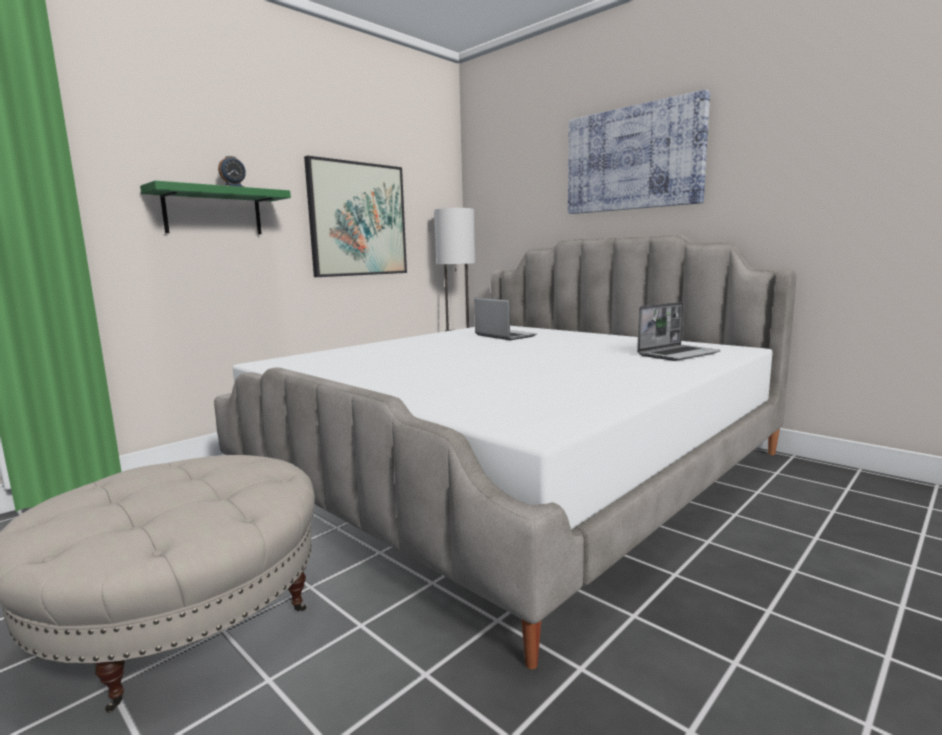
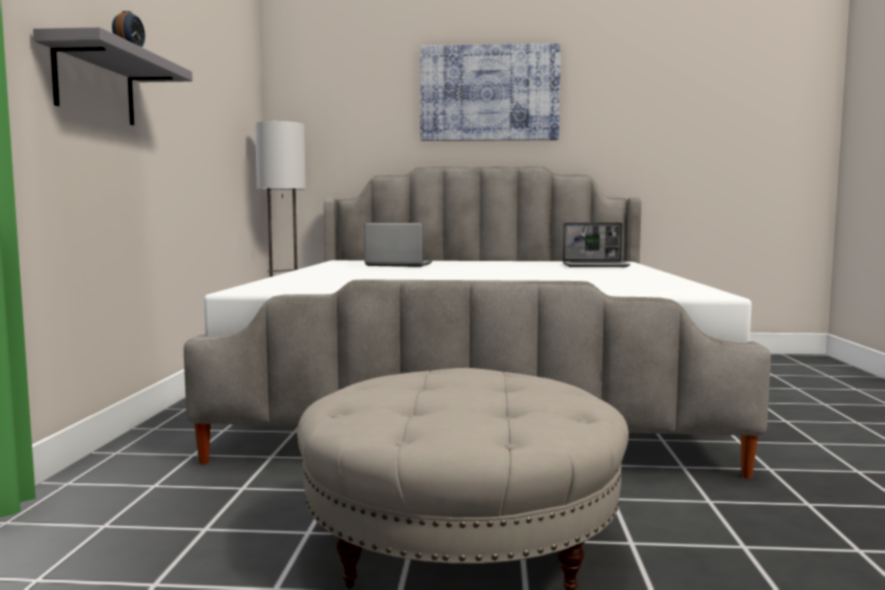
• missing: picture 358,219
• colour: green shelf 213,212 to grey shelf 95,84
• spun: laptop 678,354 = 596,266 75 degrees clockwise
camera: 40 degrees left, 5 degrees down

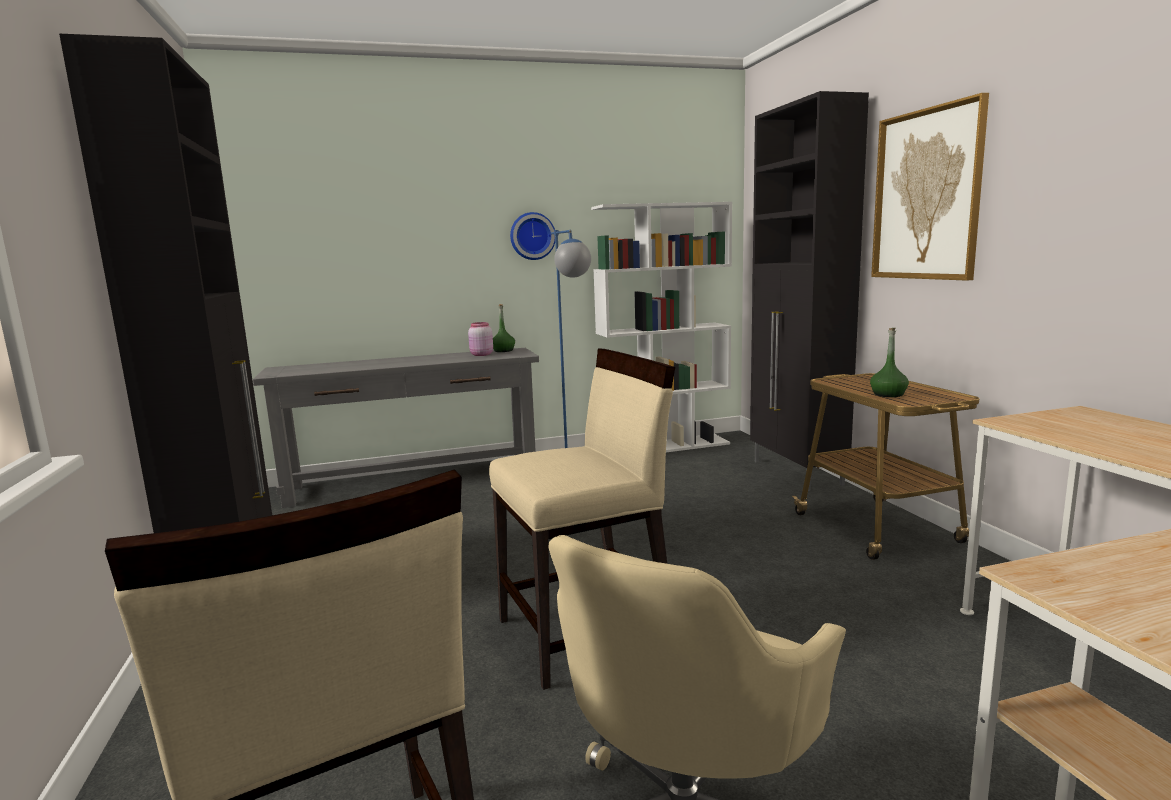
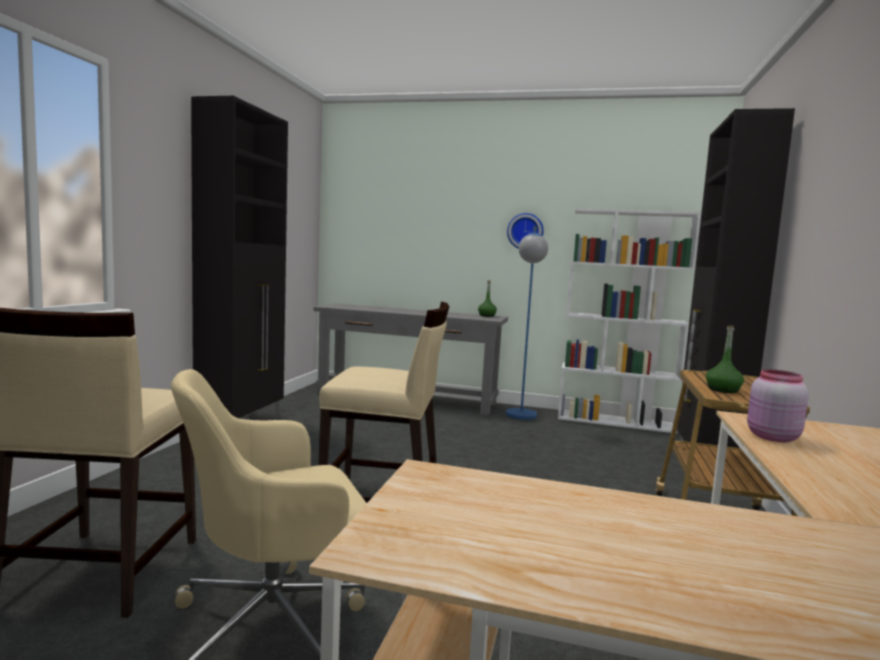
• missing: picture 926,195
• relocated: pink jar 481,355 to 771,437
camera: 30 degrees right, 5 degrees down

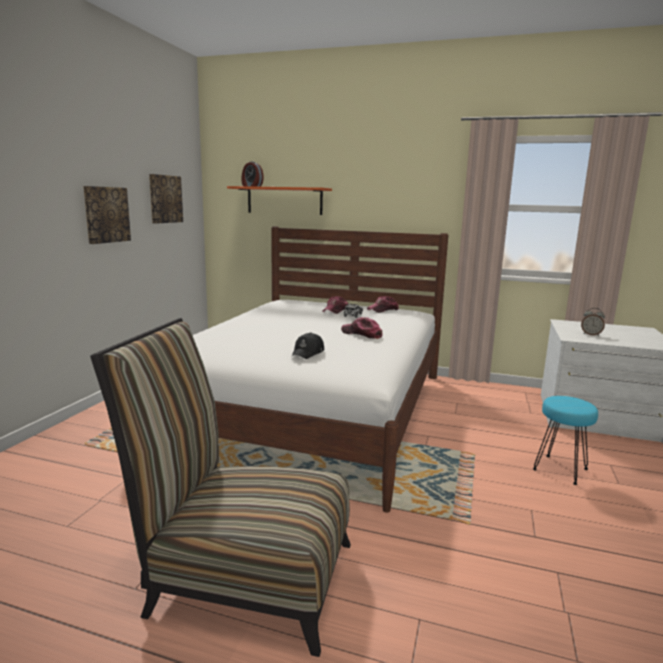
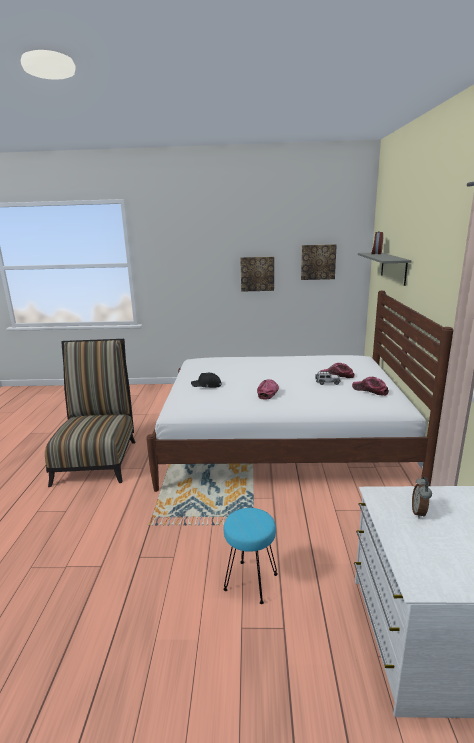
• colour: orange shelf 284,200 to grey shelf 393,268
camera: 75 degrees right, 5 degrees up

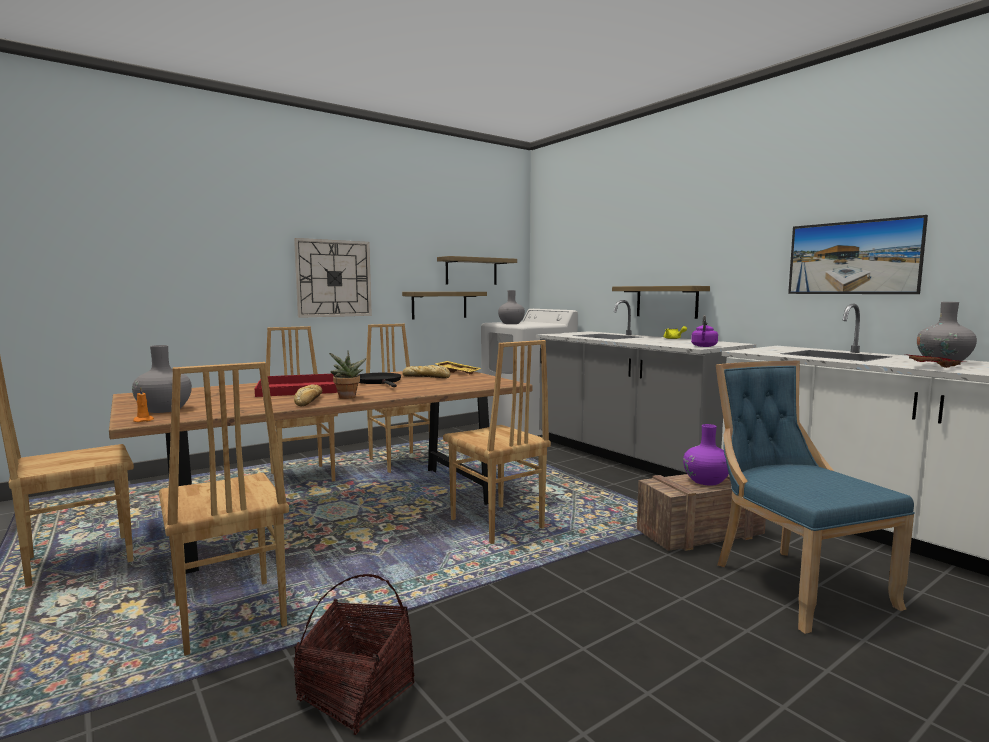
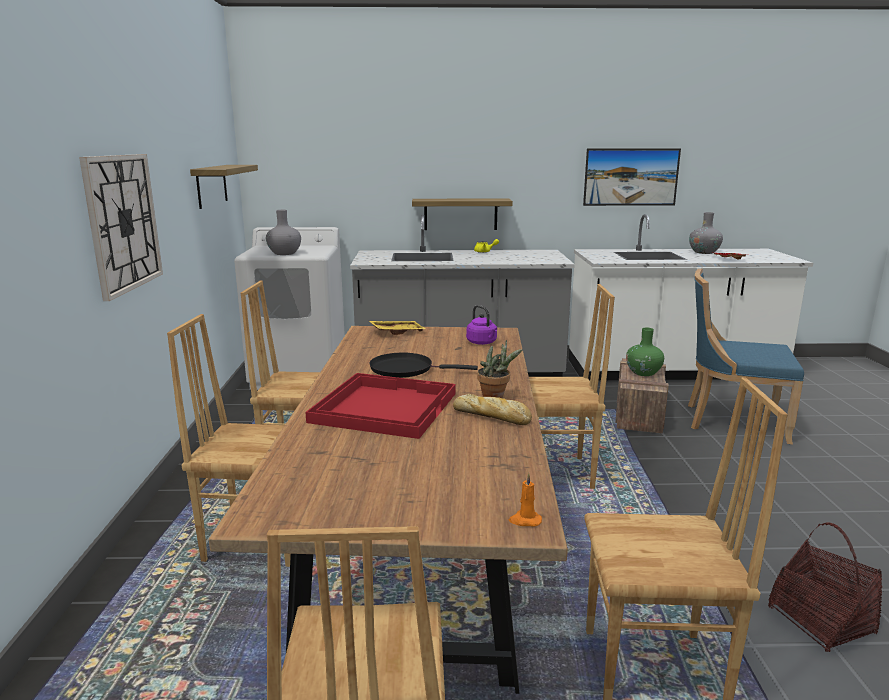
• missing: shelf 439,305
• relocated: purple kettle 704,346 to 482,343
• missing: grey vase 164,410
• missing: bread 427,377
• colour: purple vase 706,481 to green vase 643,372
camera: 55 degrees left, 10 degrees up

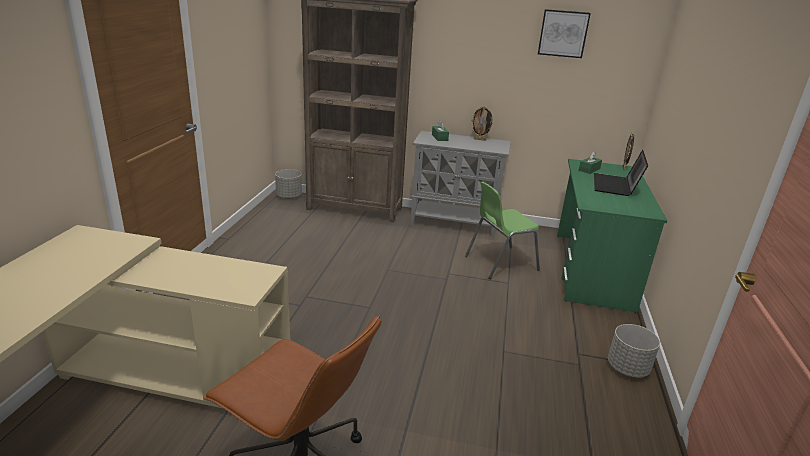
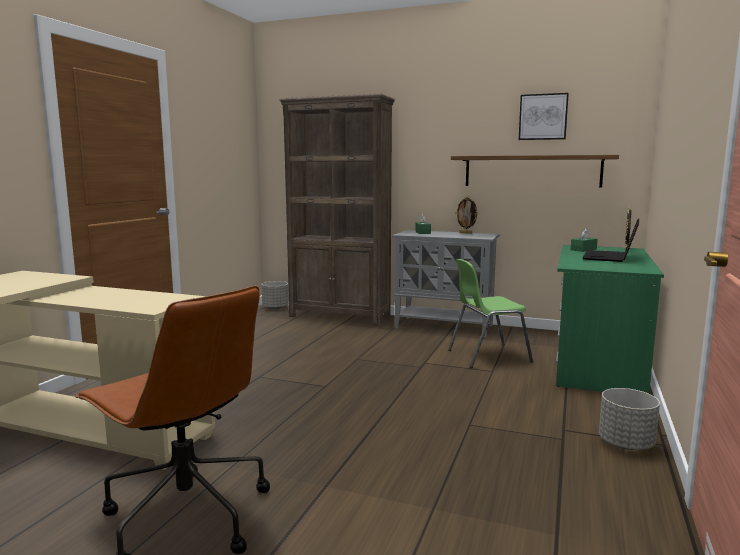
• appeared: shelf 532,171
camera: 10 degrees right, 15 degrees down

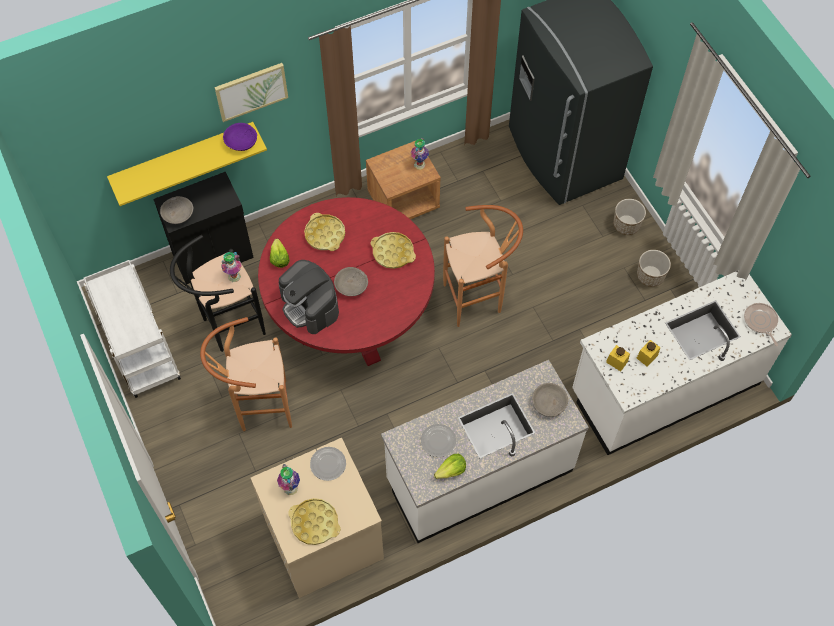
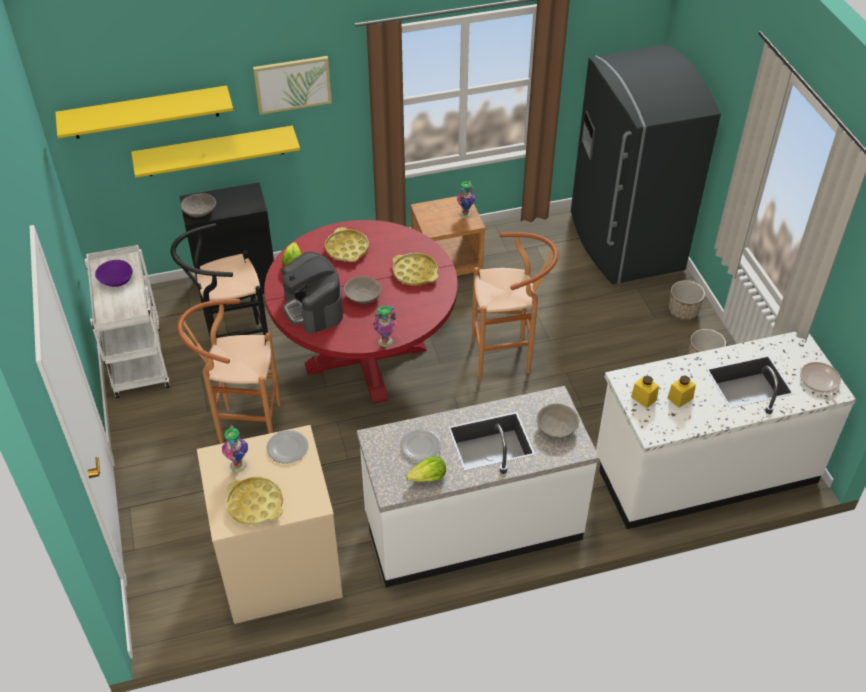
• relocated: purple bowl 241,142 to 115,279
• relocated: vase 234,276 to 385,341
• appeared: yellow shelf 145,112
camera: 10 degrees right, 15 degrees down

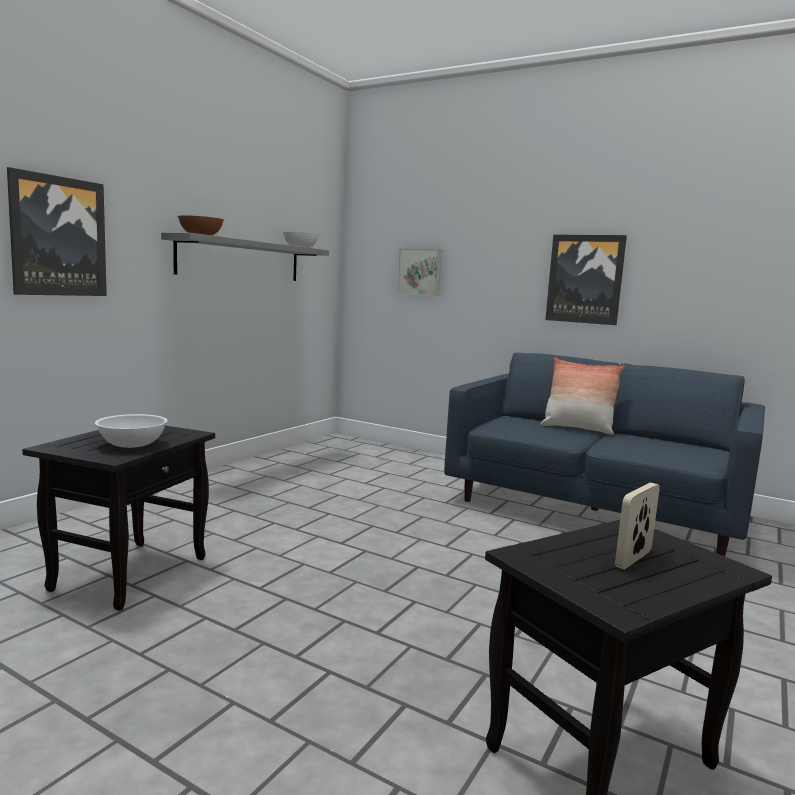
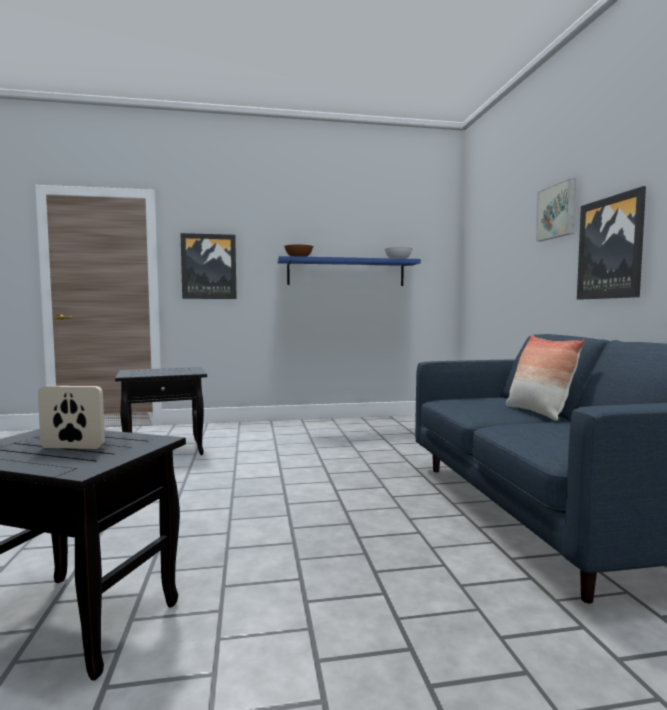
• colour: grey shelf 241,260 to blue shelf 346,272
• relocated: picture 420,272 to 557,211
• missing: white bowl 132,444
camera: 50 degrees right, 5 degrees down

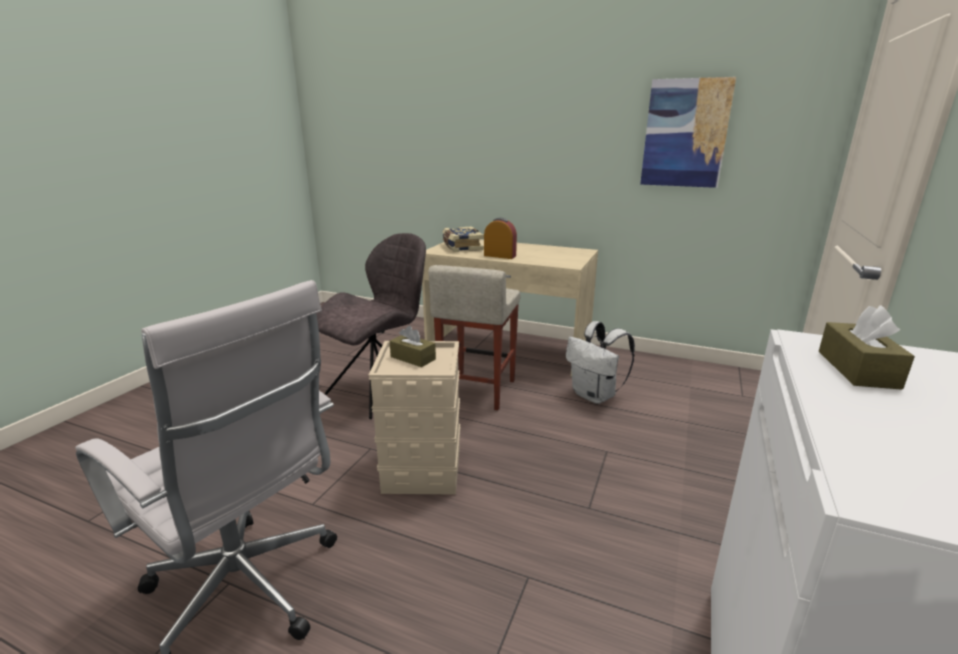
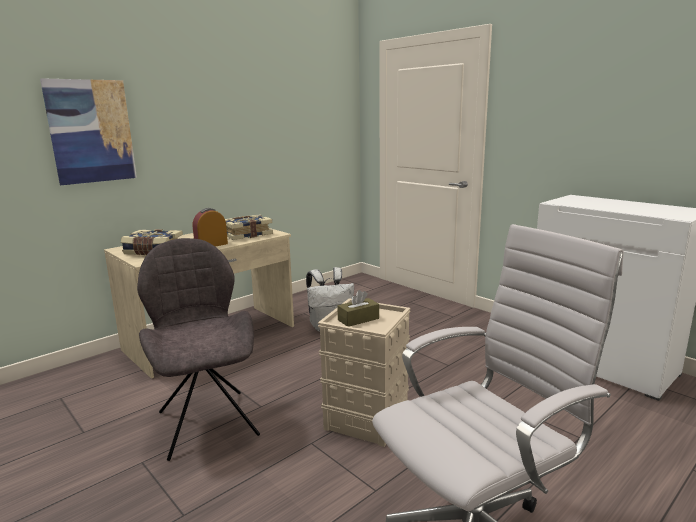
• relocated: picture 685,133 to 91,131
• missing: beige stool 477,390
• missing: brown tissue box 857,369
• appeared: book 247,234
camera: 65 degrees left, 5 degrees down

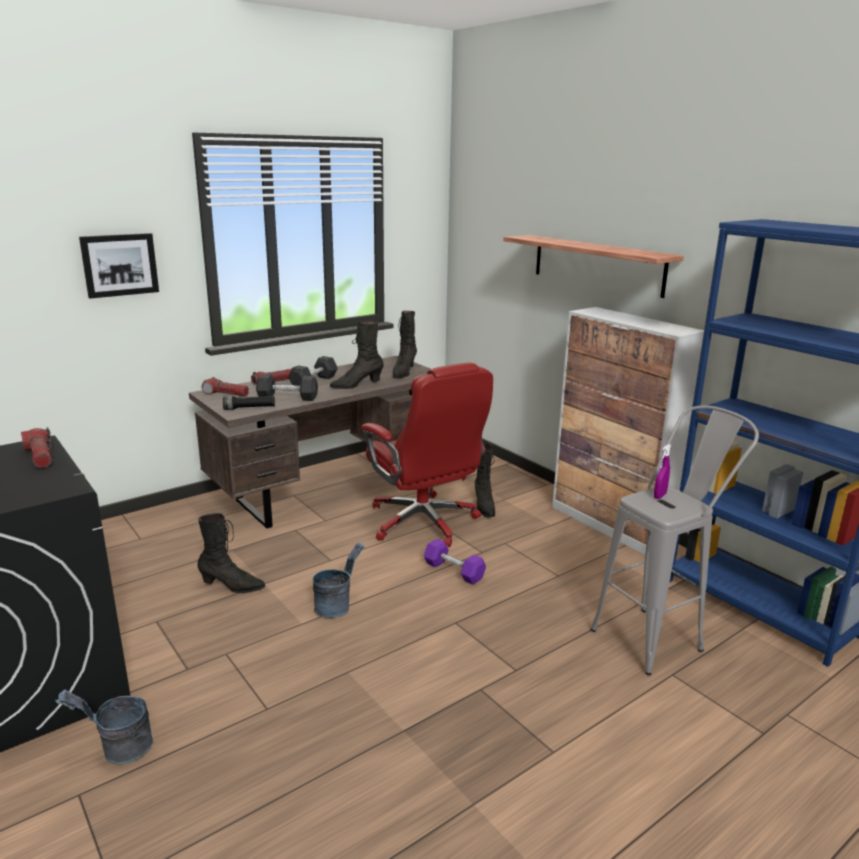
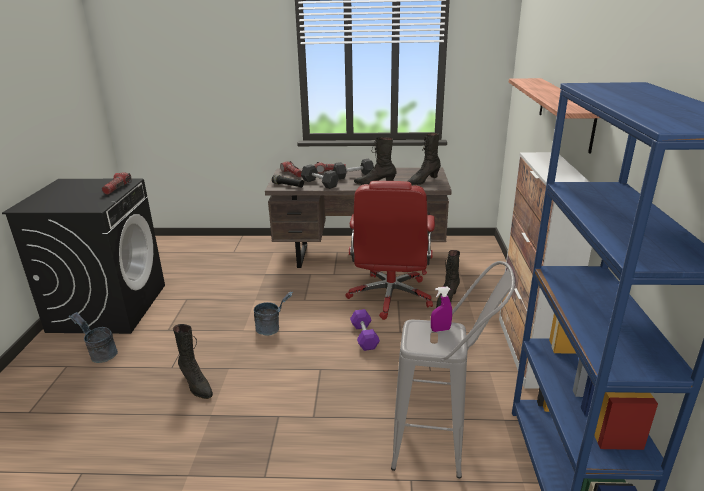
• missing: picture 119,265
• relocated: black boot 232,586 to 196,385
camera: 40 degrees right, 5 degrees up

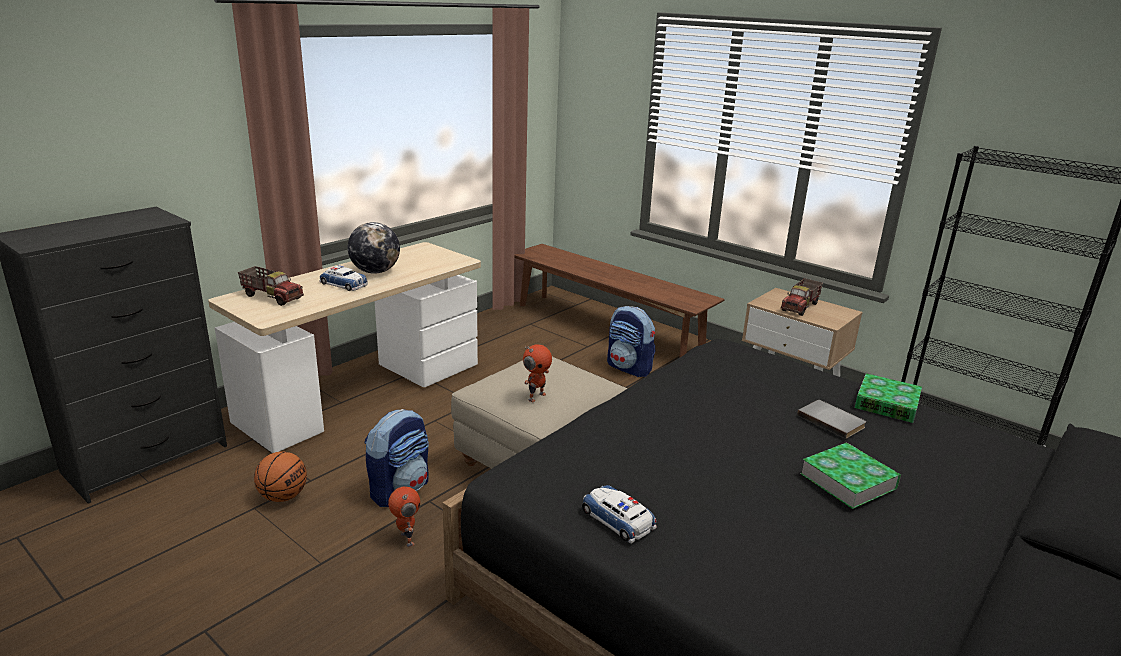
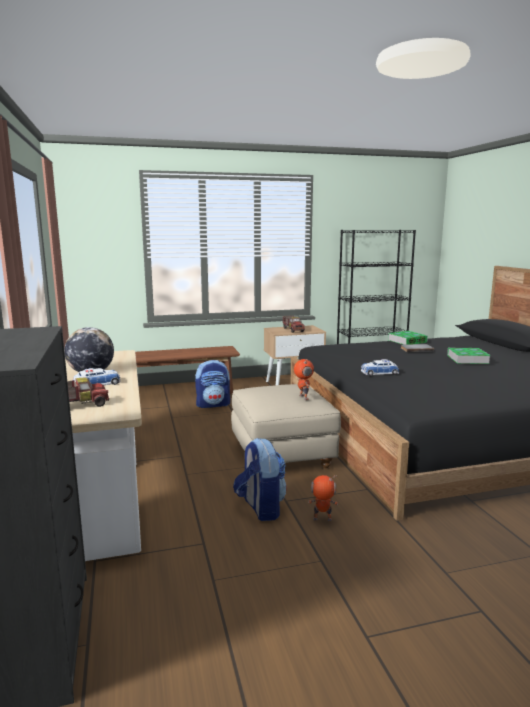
• missing: basketball 283,496
• relocated: toy car 617,519 to 379,372
camera: 55 degrees left, 10 degrees down

